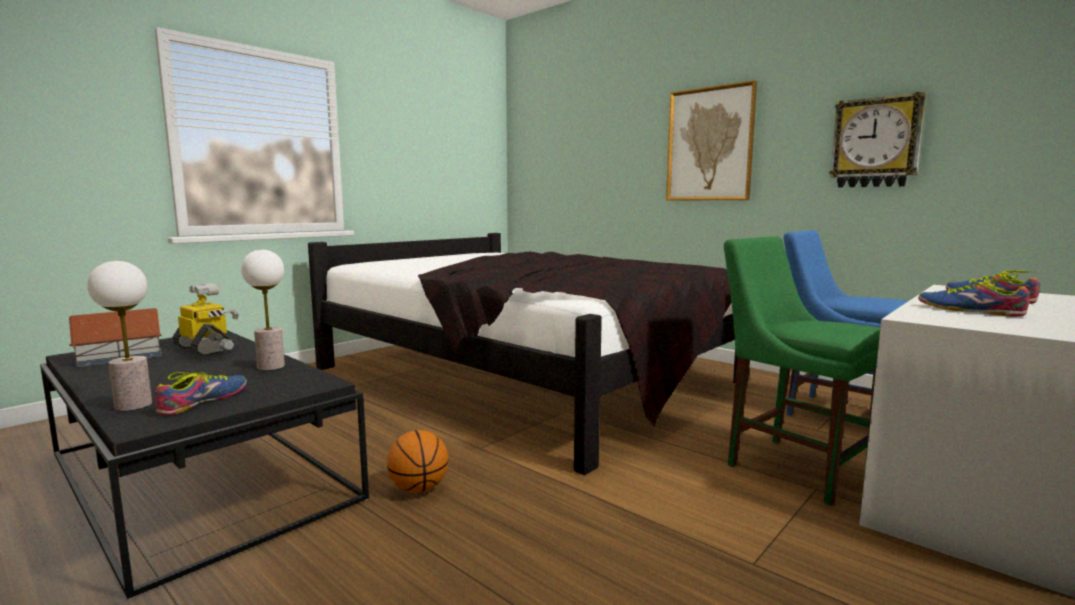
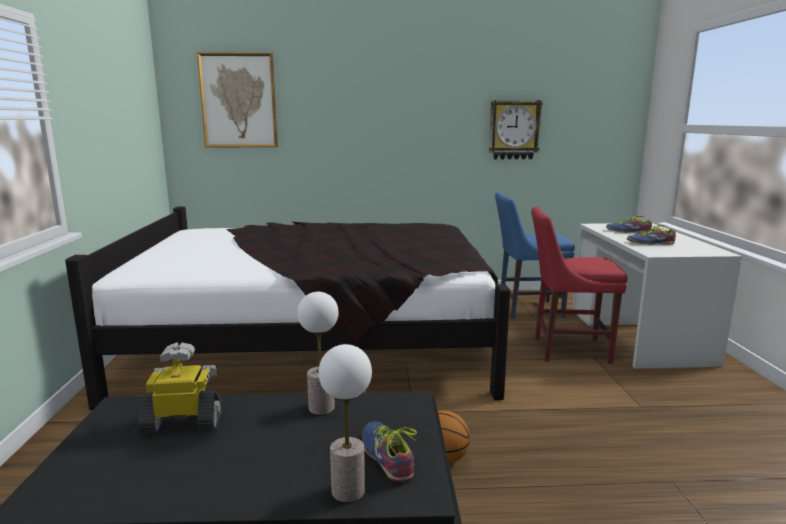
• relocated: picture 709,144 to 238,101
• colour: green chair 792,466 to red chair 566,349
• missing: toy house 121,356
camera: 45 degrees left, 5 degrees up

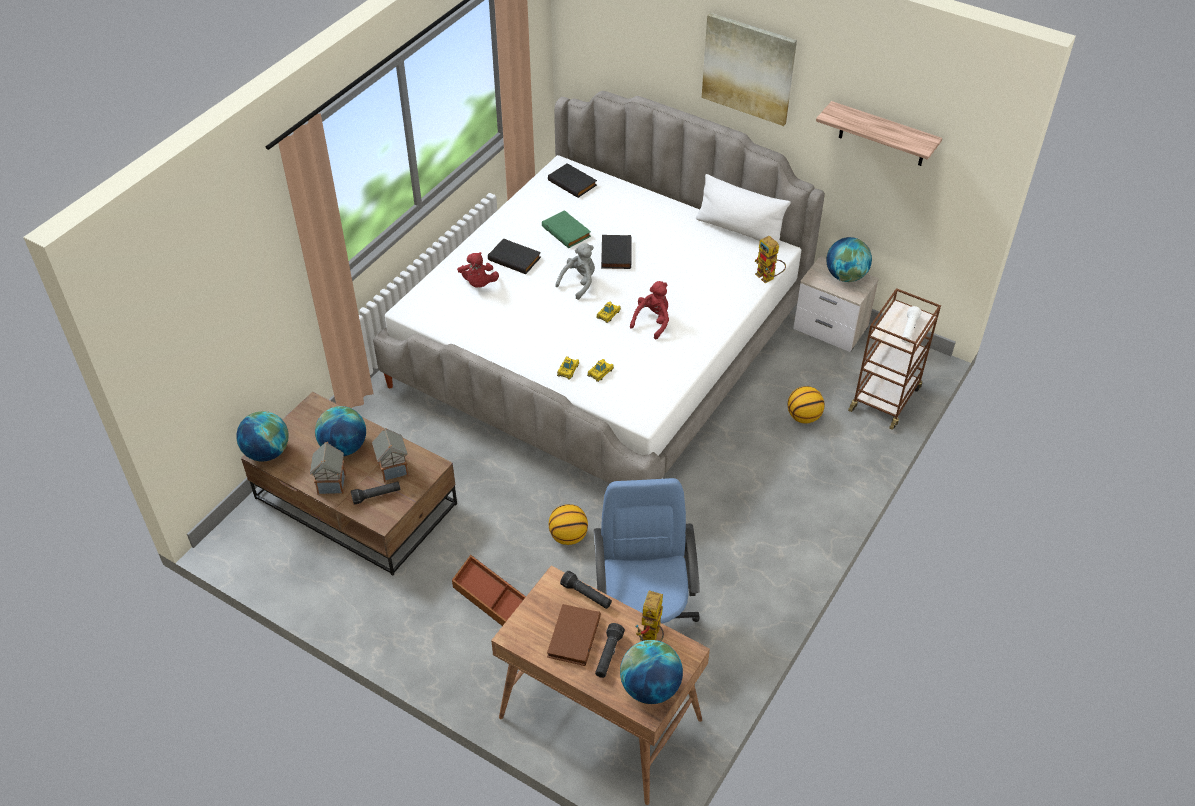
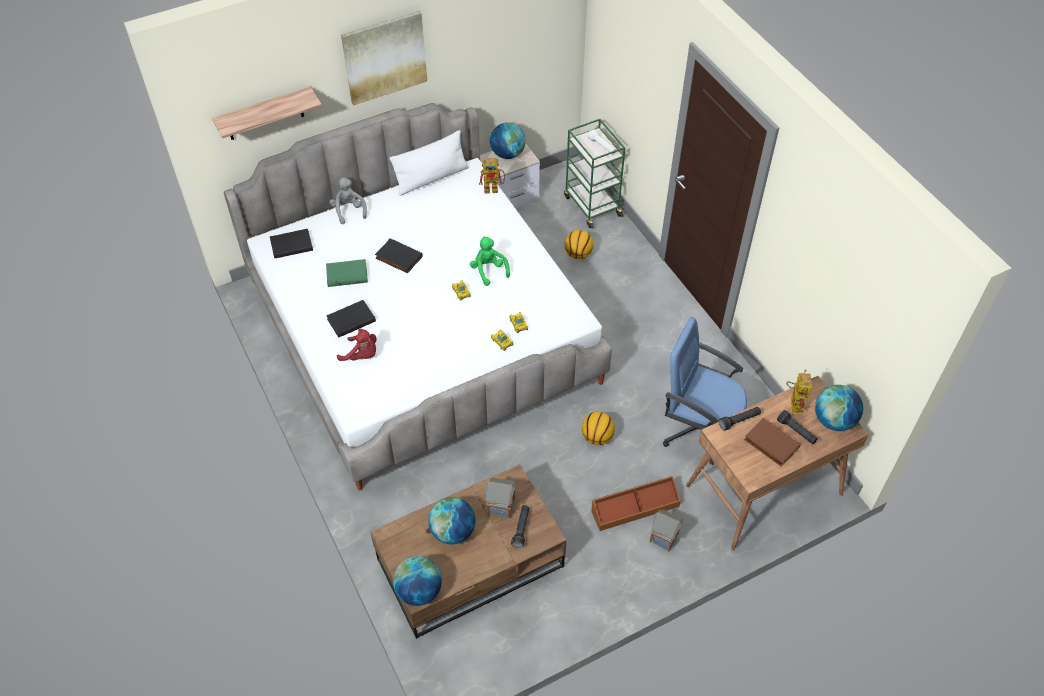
• relocated: shelf 882,135 to 264,114
• relocated: grey plush toy 579,283 to 349,210
• colour: red plush toy 653,321 to green plush toy 489,270
• colour: brown cart 885,398 to green cart 592,206
• relocated: toy house 332,485 to 664,538
• spun: toy robot 651,638 = 794,402 135 degrees counterclockwise
camera: 60 degrees left, 5 degrees up

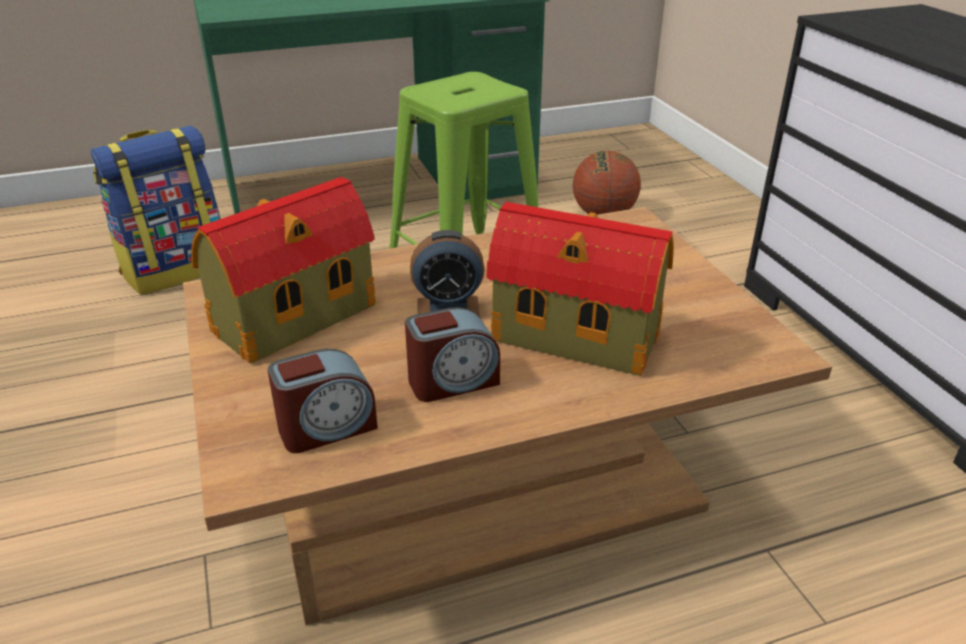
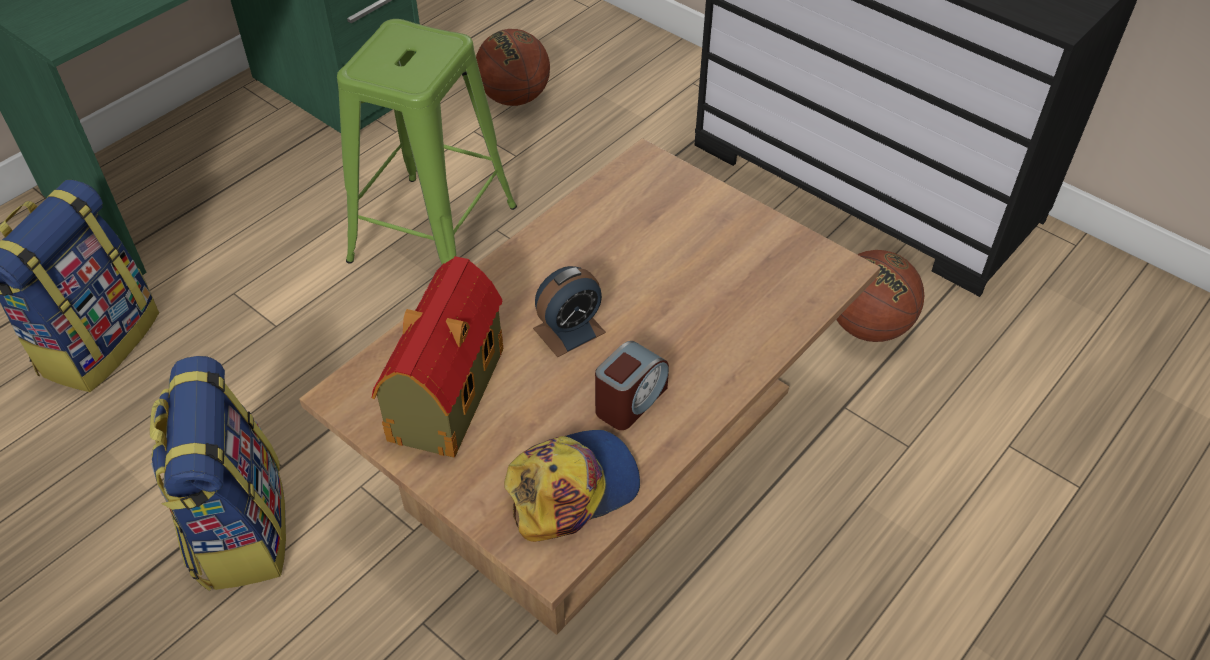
• missing: toy house 579,339
• exchanged: alarm clock 327,428 to cap 572,487
• appeared: basketball 868,326
• appeared: backpack 239,528
camera: 30 degrees left, 15 degrees up

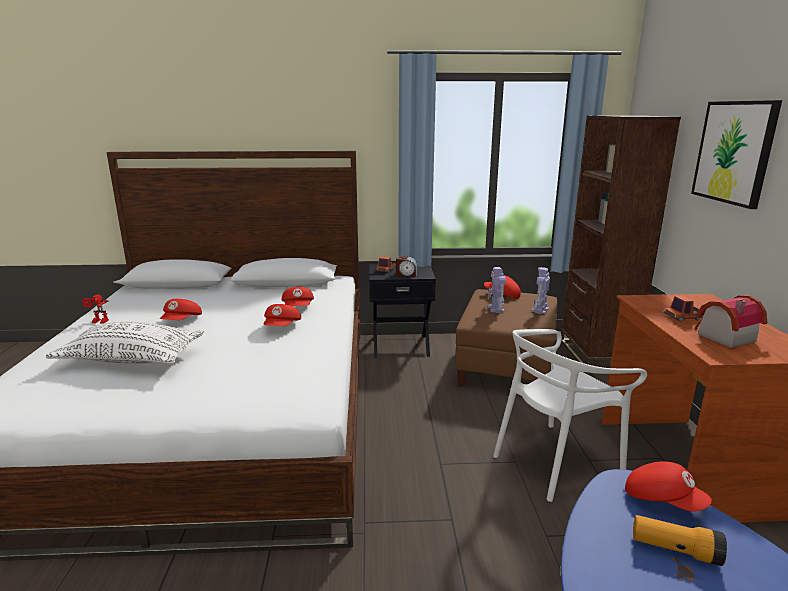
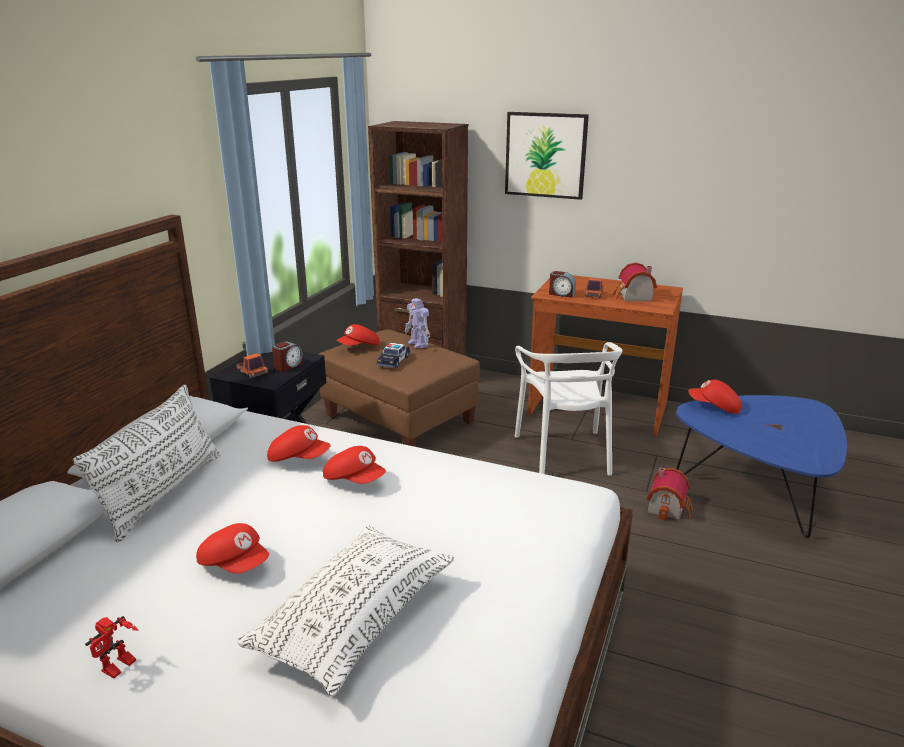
• exchanged: toy robot 496,309 to toy car 393,361
• spun: red cap 662,500 = 714,407 135 degrees counterclockwise
• missing: flashlight 675,550
• appeared: alarm clock 561,294
• appeared: white pillow 163,493
• appeared: toy house 669,507
camera: 65 degrees left, 5 degrees up

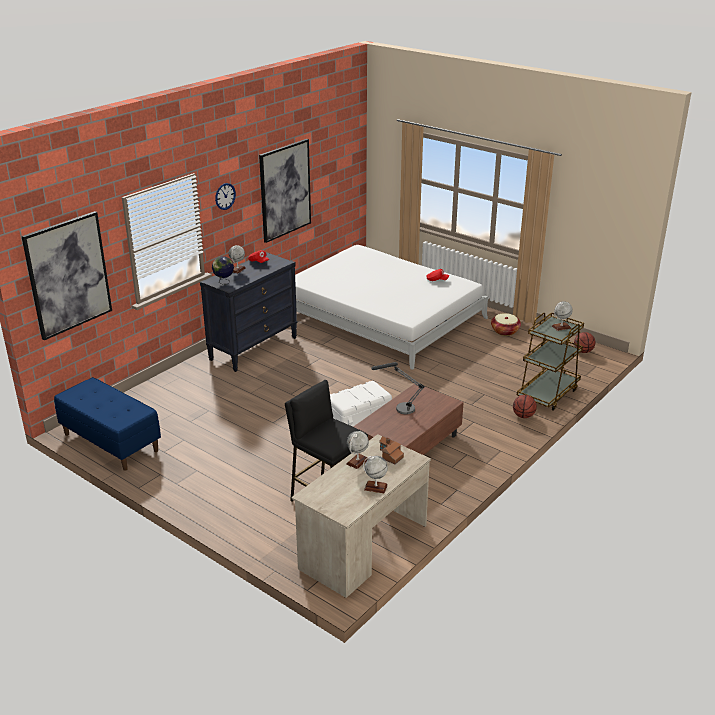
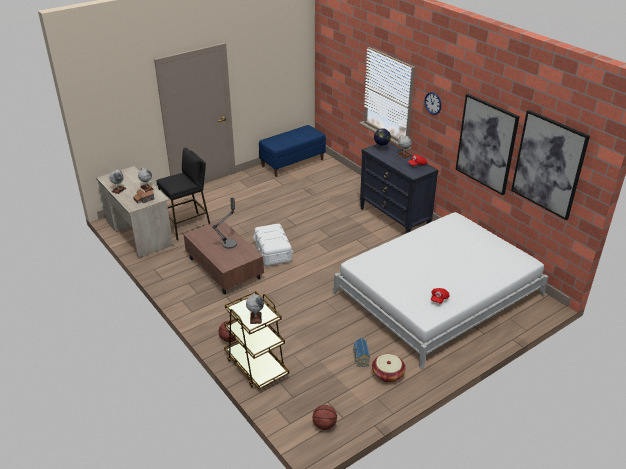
• relocated: picture 68,275 to 548,164
• appeared: toy house 360,358
camera: 105 degrees right, 5 degrees up

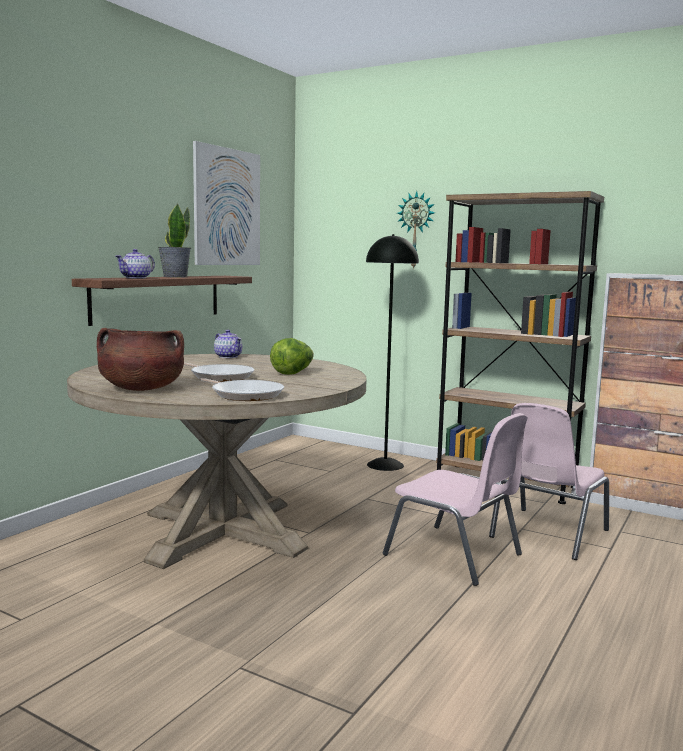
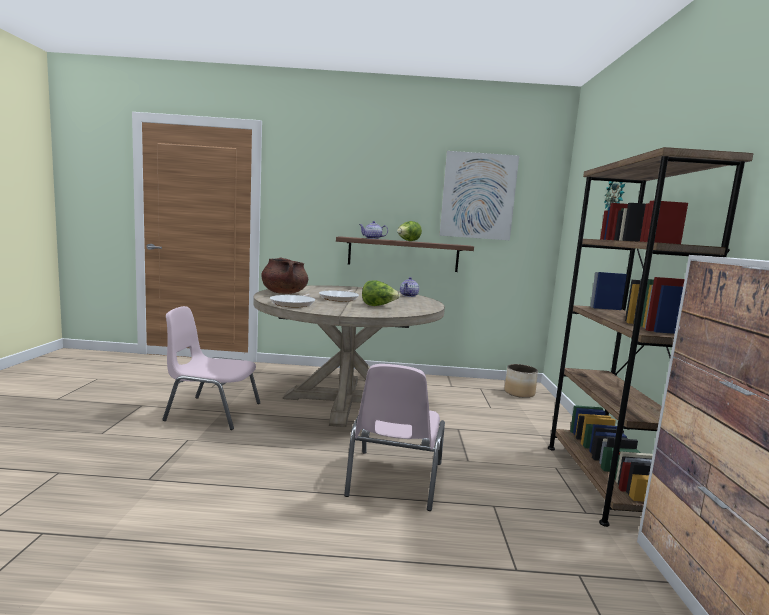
• exchanged: potted plant 175,277 to lettuce 408,241
• missing: black floor lamp 385,465
• relocated: pink chair 546,534 to 212,412
• appeared: planter 519,393
camera: 60 degrees right, 0 degrees up

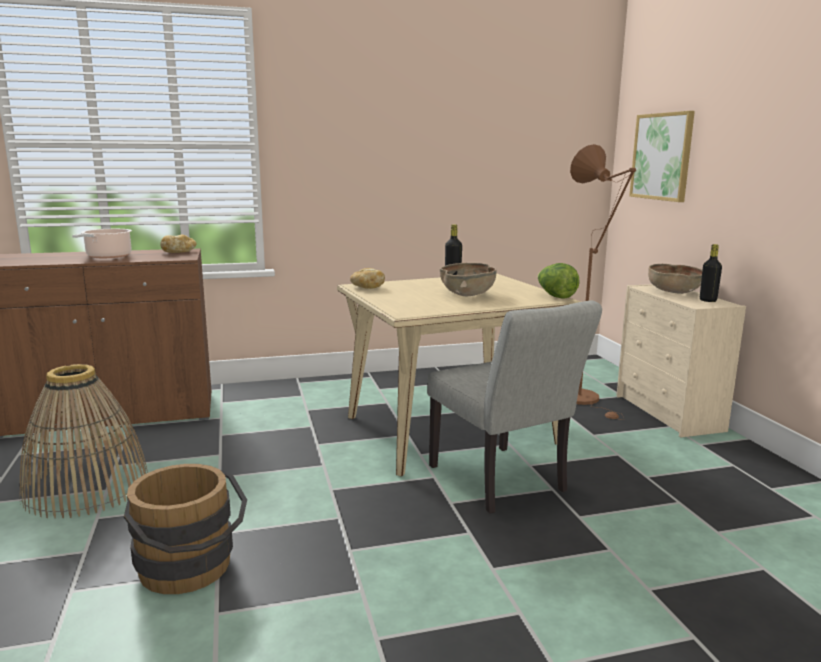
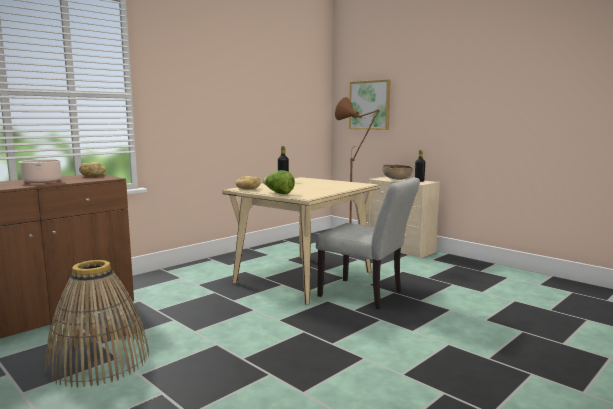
• missing: brown bowl 467,294
• relocated: lettuce 555,296 to 278,193
• missing: brown bucket 190,570
camera: 30 degrees left, 5 degrees down

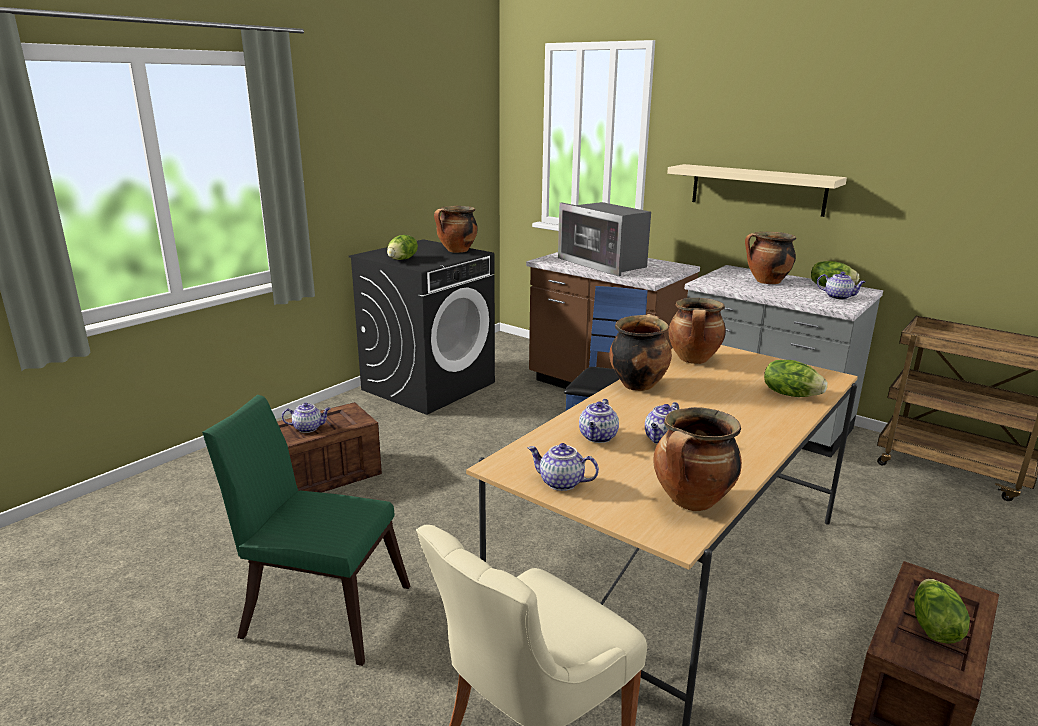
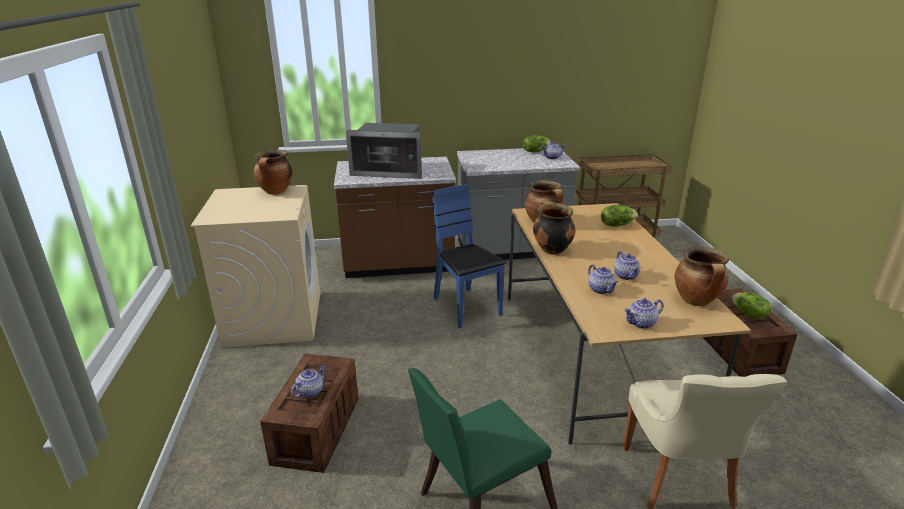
• missing: beige shelf 757,189
• missing: cooking pot 766,282
• missing: lettuce 402,259
• colour: black washing machine 429,386 to beige washing machine 274,318
camera: 45 degrees left, 5 degrees up

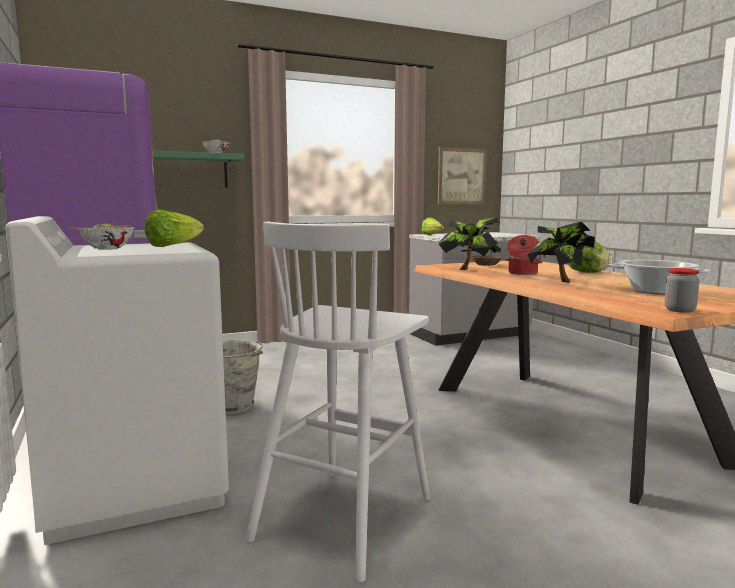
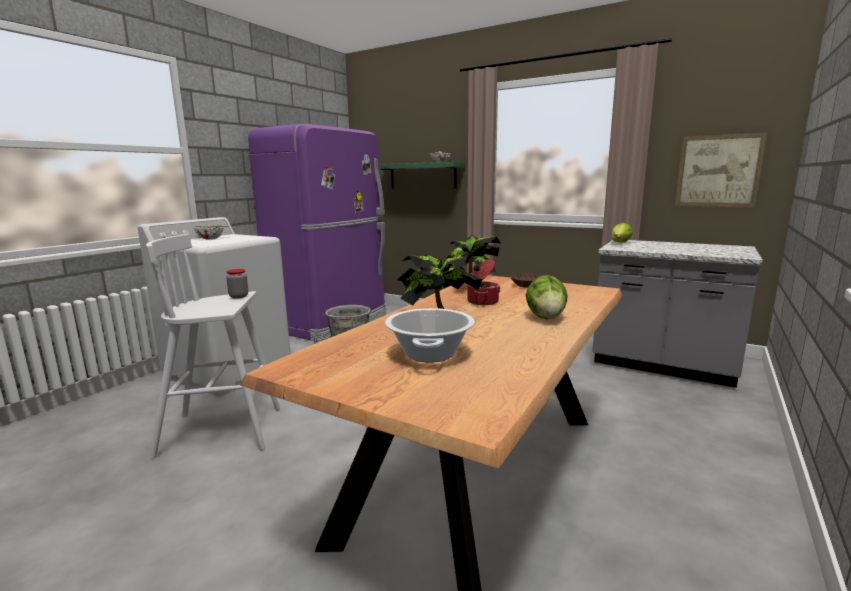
• missing: lettuce 173,246
• relocated: jar 679,310 to 238,296
camera: 55 degrees right, 5 degrees up

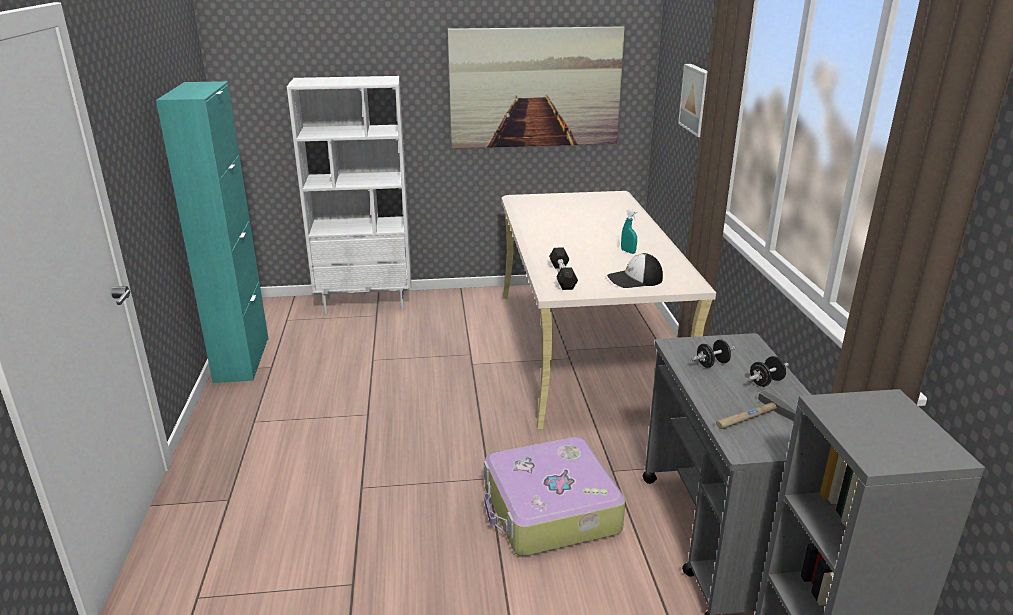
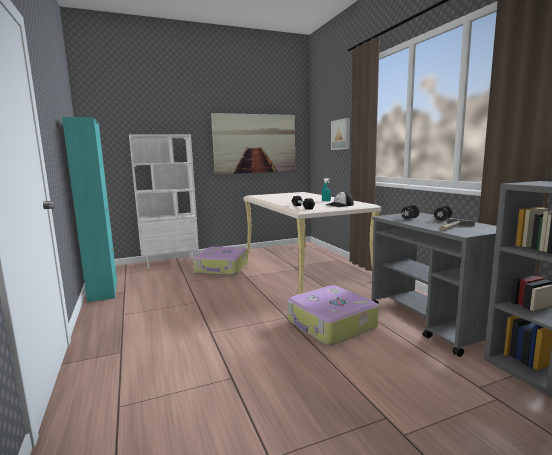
• appeared: suitcase 222,268
camera: 15 degrees left, 15 degrees down

